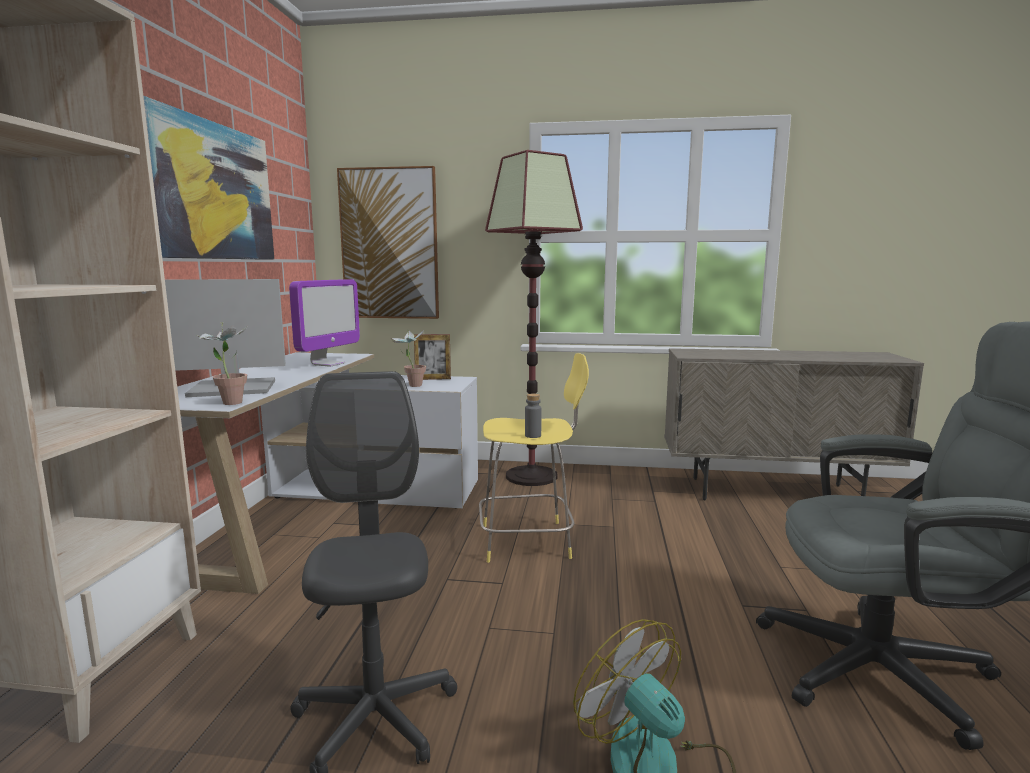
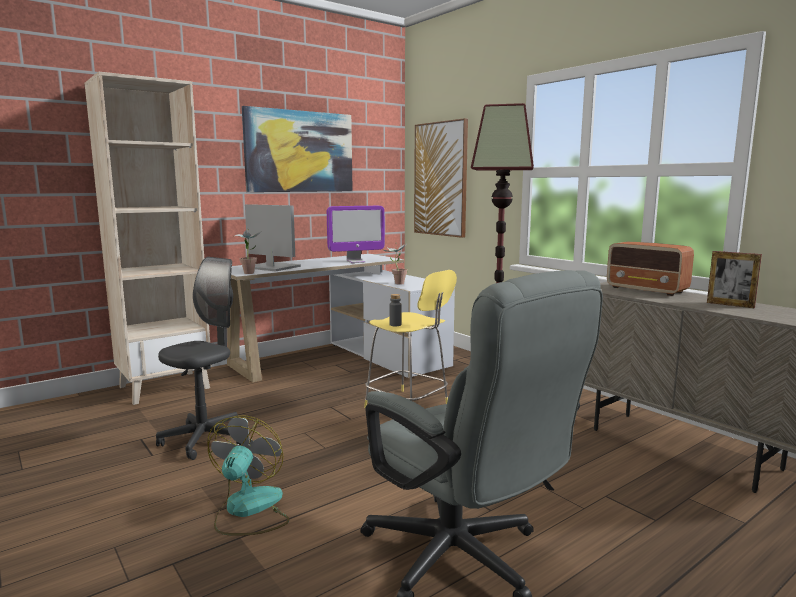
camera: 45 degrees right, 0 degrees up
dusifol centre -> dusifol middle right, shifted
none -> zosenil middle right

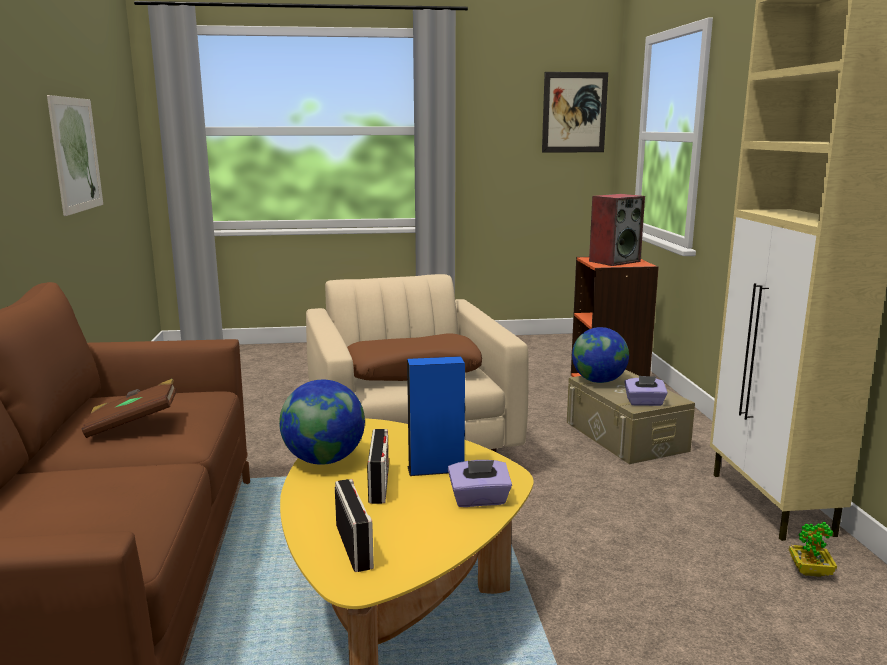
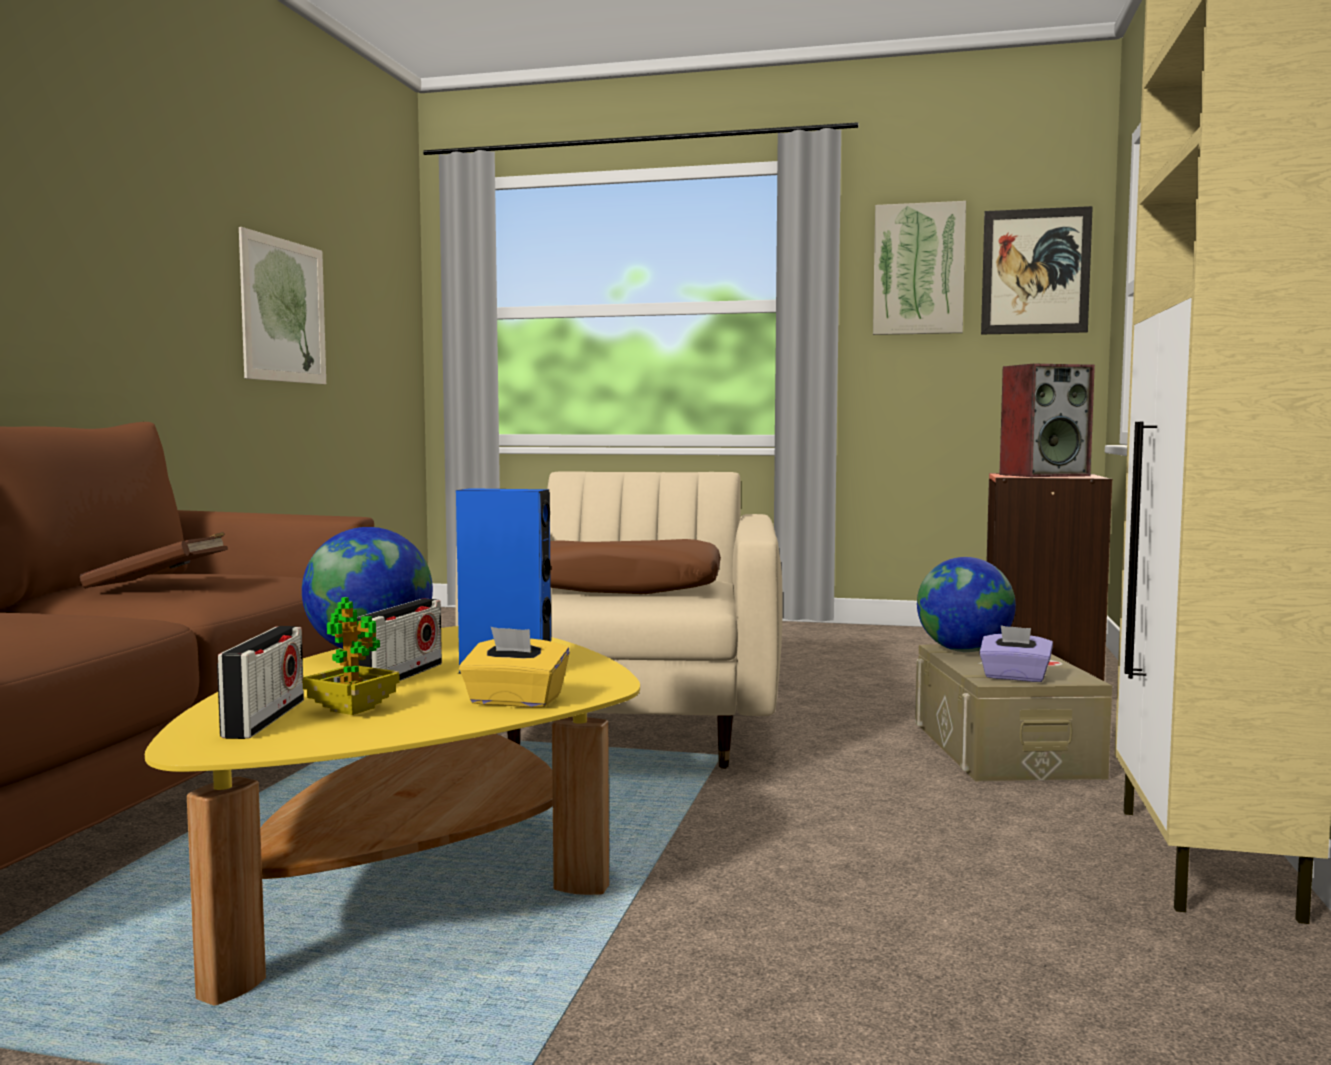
camera: 20 degrees right, 10 degrees down
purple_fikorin (no. 1 from left) bottom centre -> yellow_fikorin centre
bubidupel bottom right -> bubidupel middle left, shifted
none -> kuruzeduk (no. 2 from left) top right

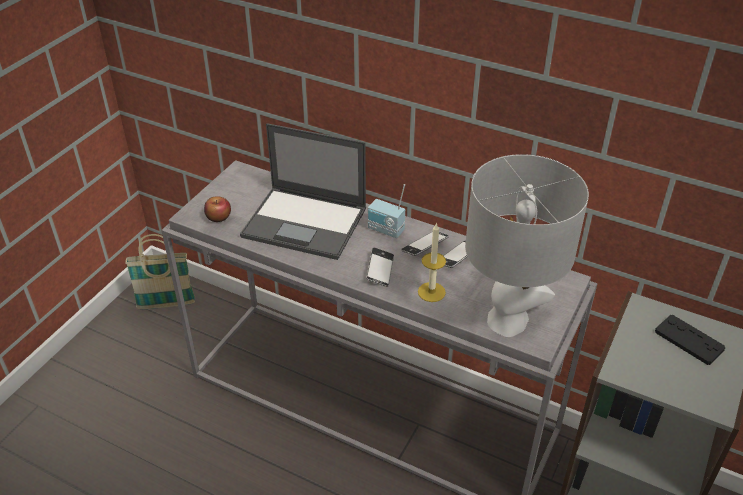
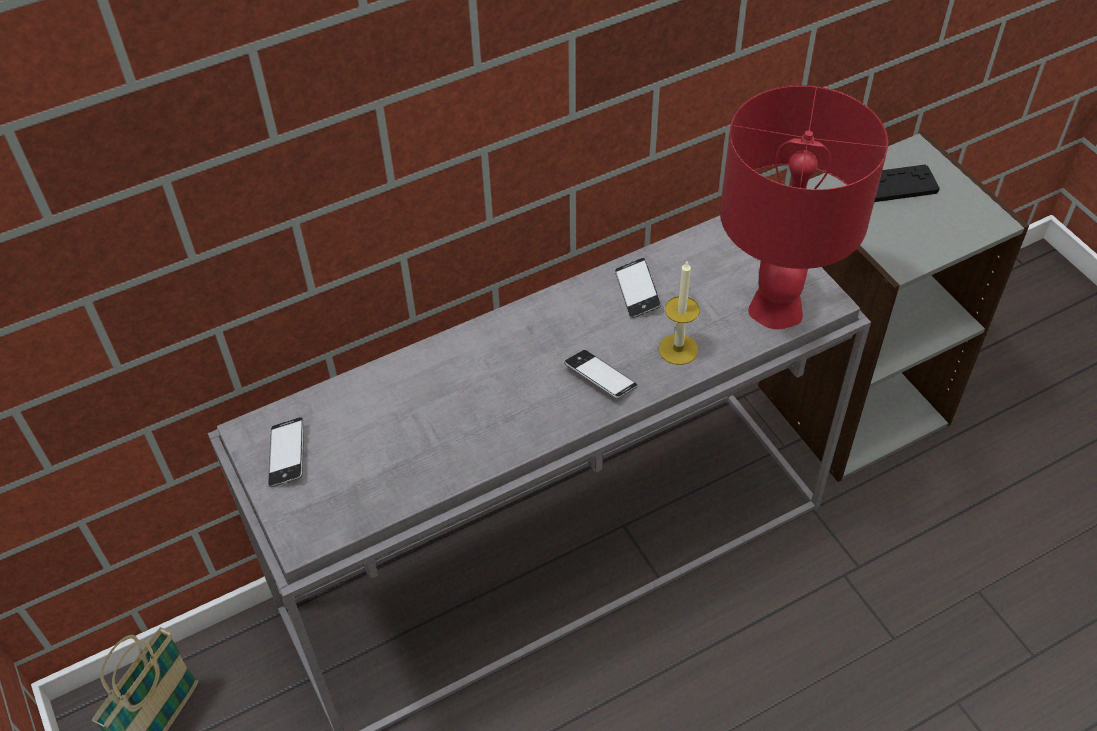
camera: 55 degrees left, 10 degrees up
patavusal centre -> none
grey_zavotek middle right -> red_zavotek top right
zosenil centre -> none
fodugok middle left -> none
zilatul (no. 2 from left in the first image) centre -> zilatul (no. 1 from left) middle left, shifted

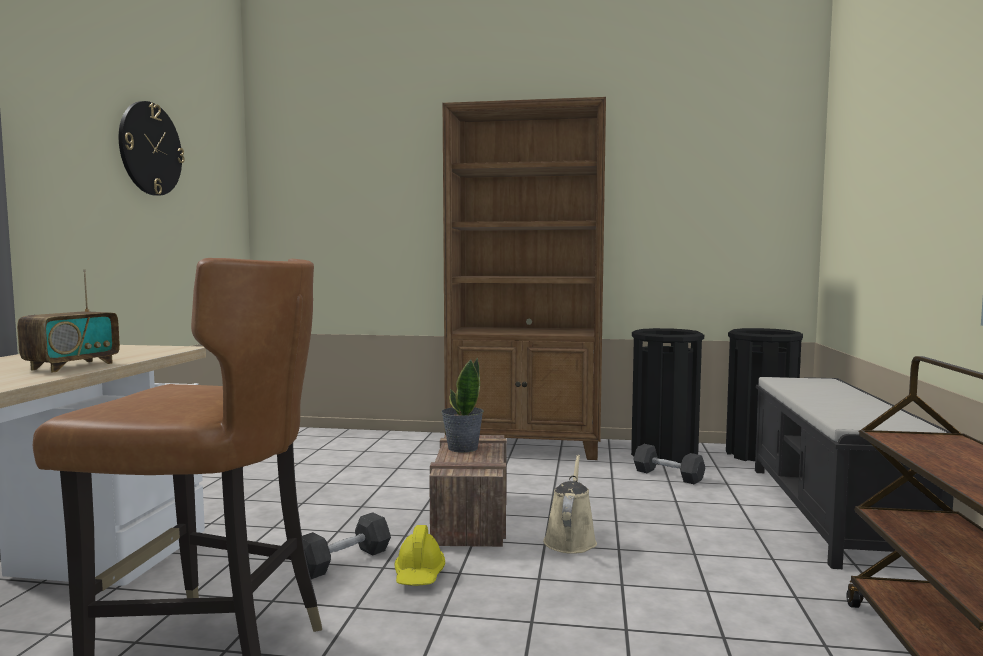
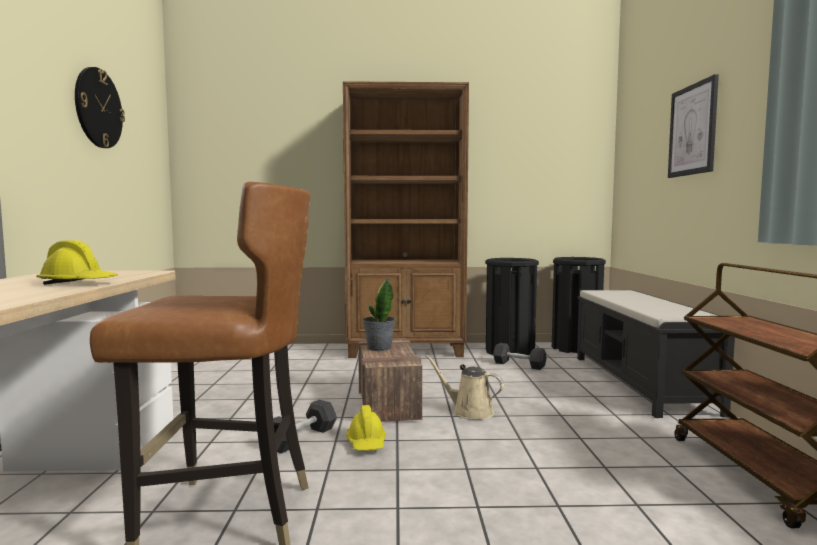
camera: 10 degrees left, 0 degrees up
zosenil middle left -> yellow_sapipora (no. 1 from left) middle left
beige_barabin bottom centre, 60 degrees counterclockwise
none -> kuruzeduk top right

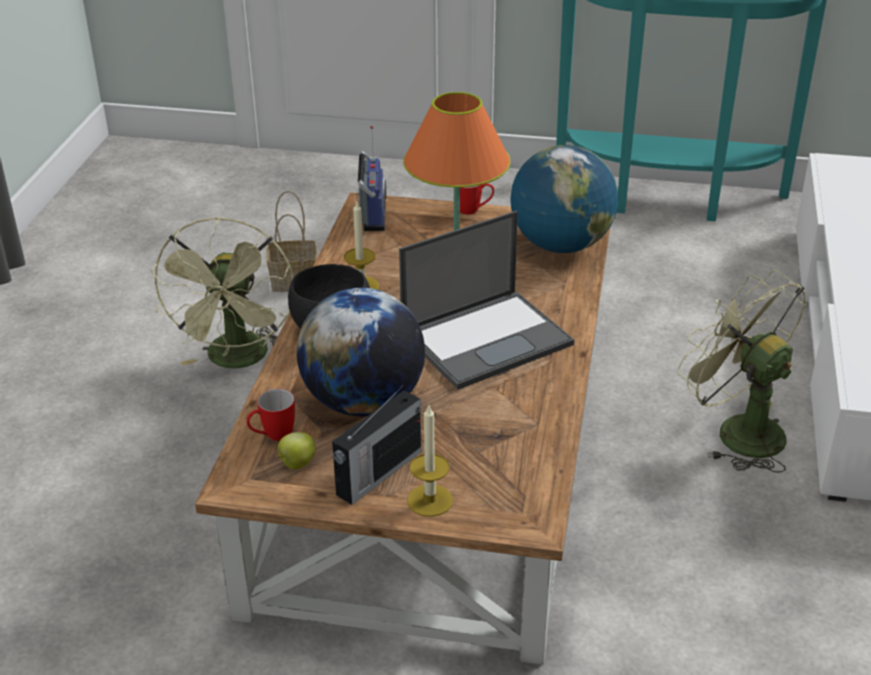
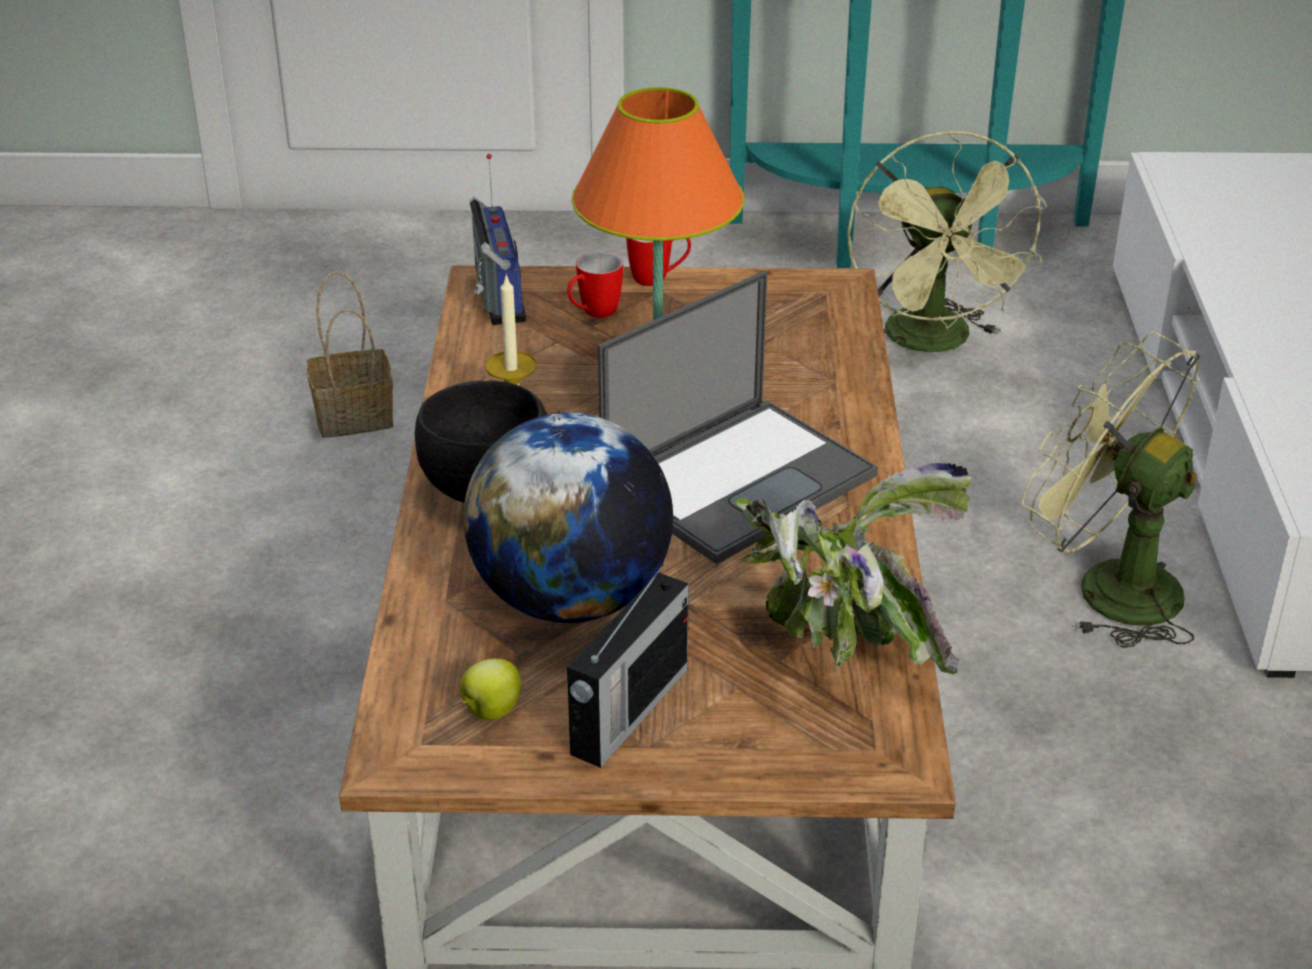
camera: 10 degrees left, 0 degrees up
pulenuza (no. 2 from left) top centre -> none
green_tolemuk (no. 1 from left) middle left -> green_tolemuk (no. 1 from left) top right, shifted
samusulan (no. 1 from left) middle left -> samusulan (no. 1 from left) top centre, shifted
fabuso (no. 2 from left) bottom centre -> none
none -> bubidupel centre

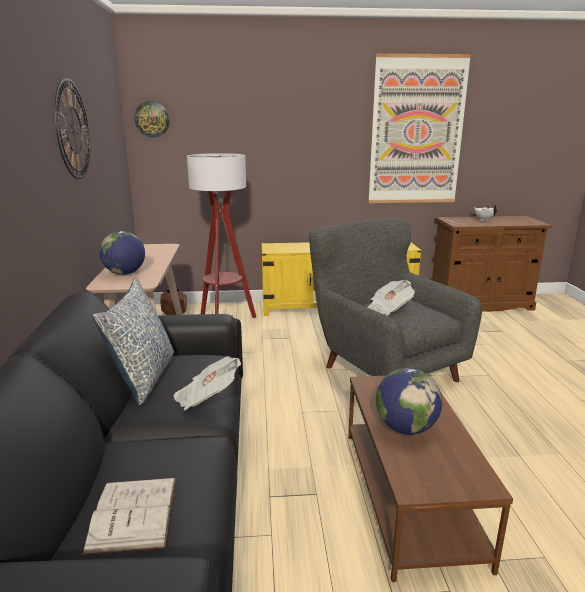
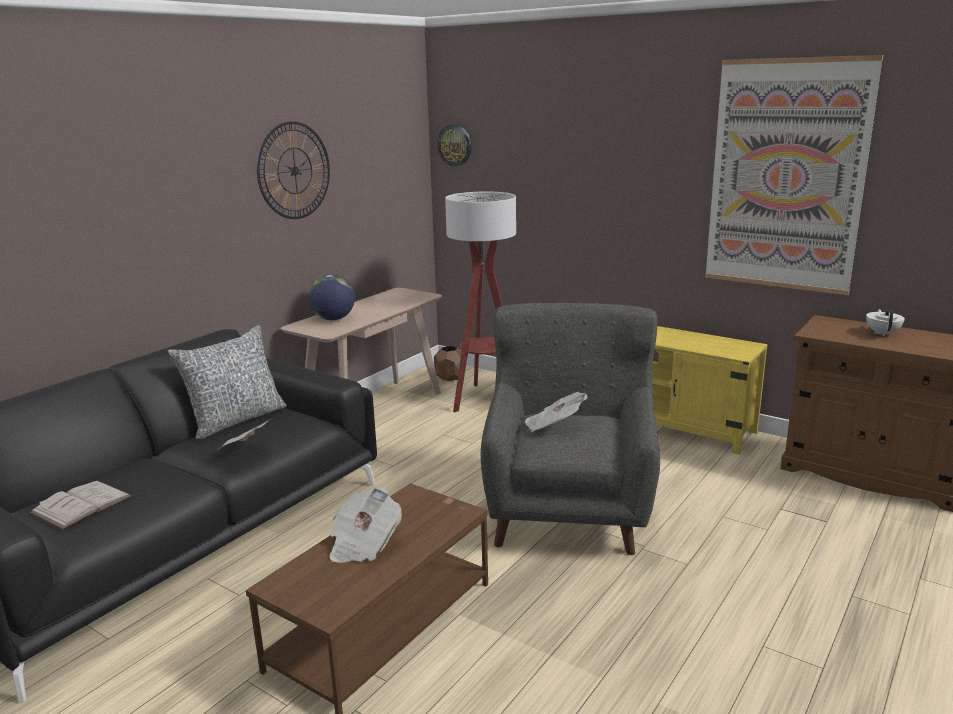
camera: 40 degrees right, 0 degrees up
pulenuza (no. 2 from left) bottom right -> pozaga (no. 2 from left) bottom centre

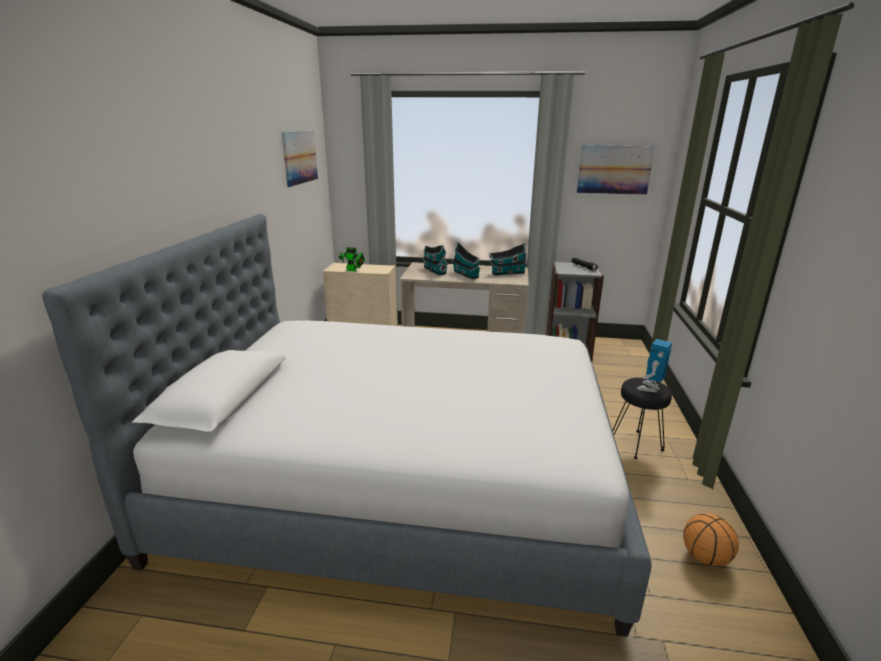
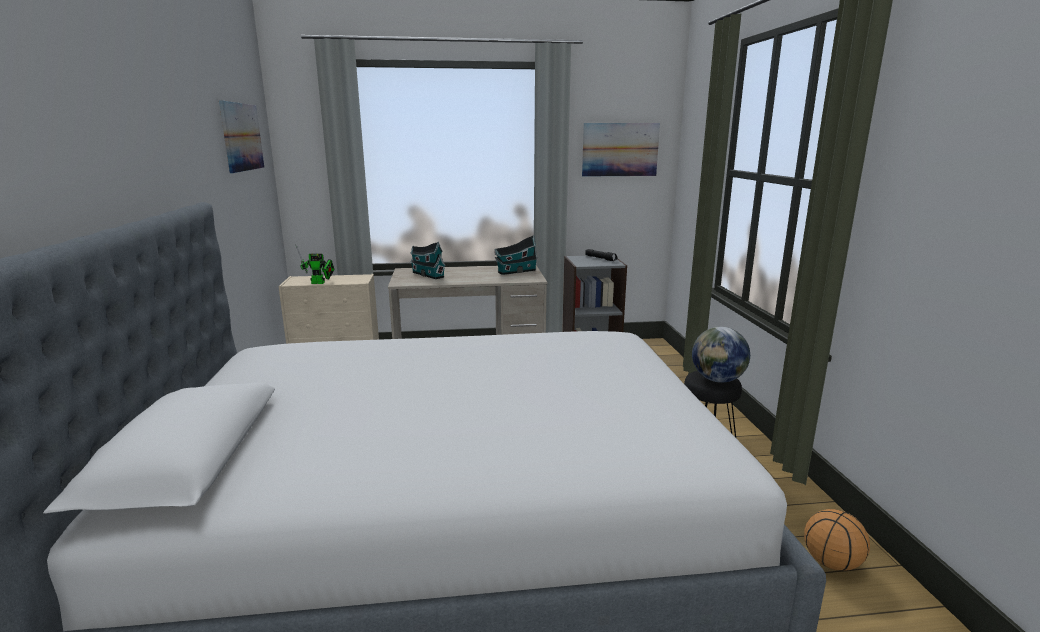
camera: 15 degrees left, 5 degrees down
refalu (no. 2 from left) centre -> none
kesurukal (no. 2 from left) middle right -> pulenuza middle right

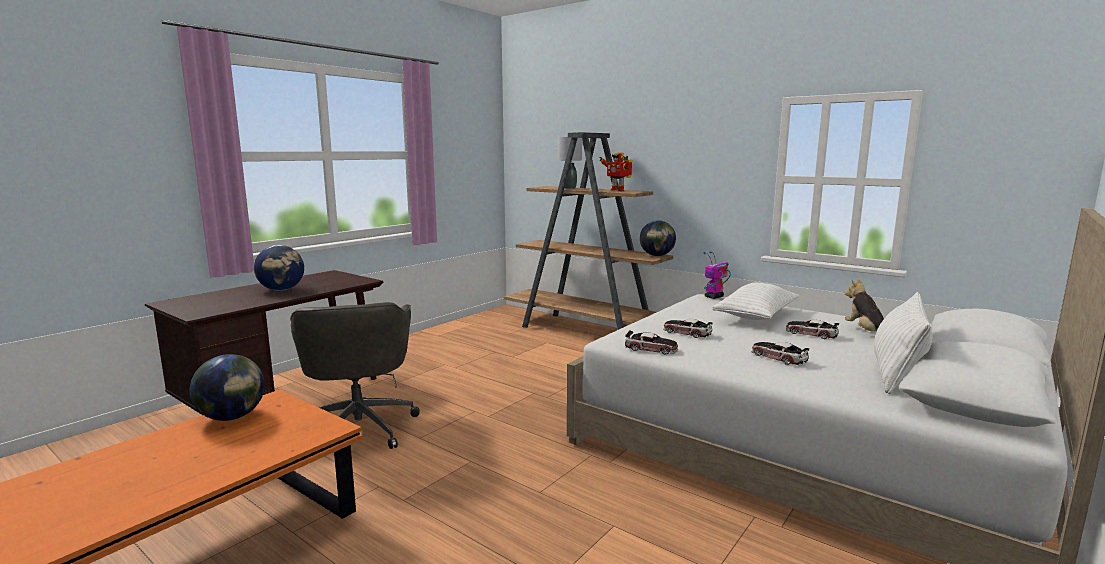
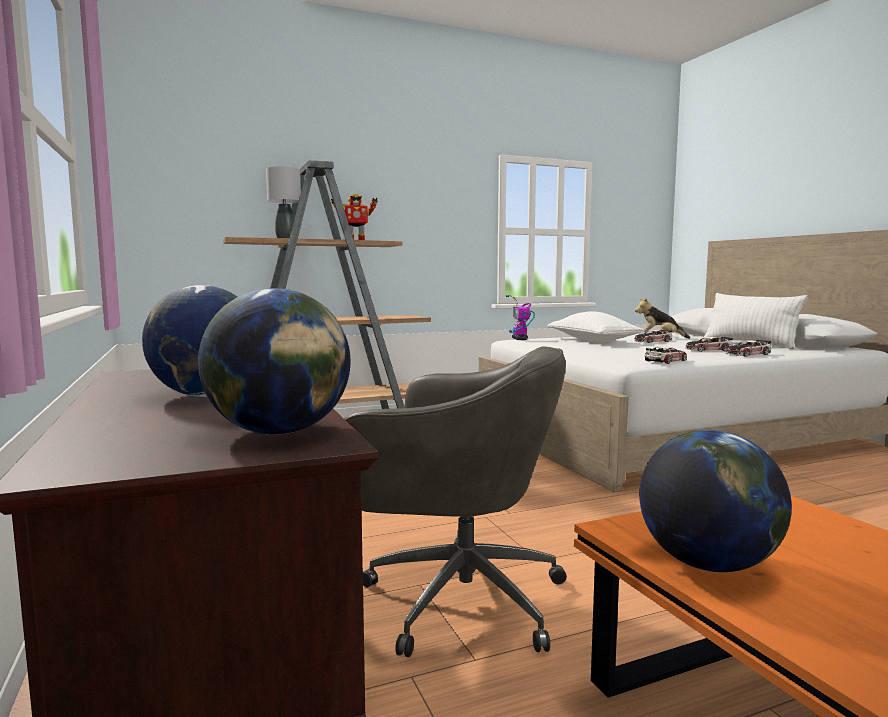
camera: 60 degrees left, 5 degrees down
pulenuza (no. 3 from left in the first image) centre -> pulenuza (no. 2 from left) middle left, shifted
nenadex (no. 2 from left in the first image) centre -> nenadex (no. 4 from left) middle right, shifted

